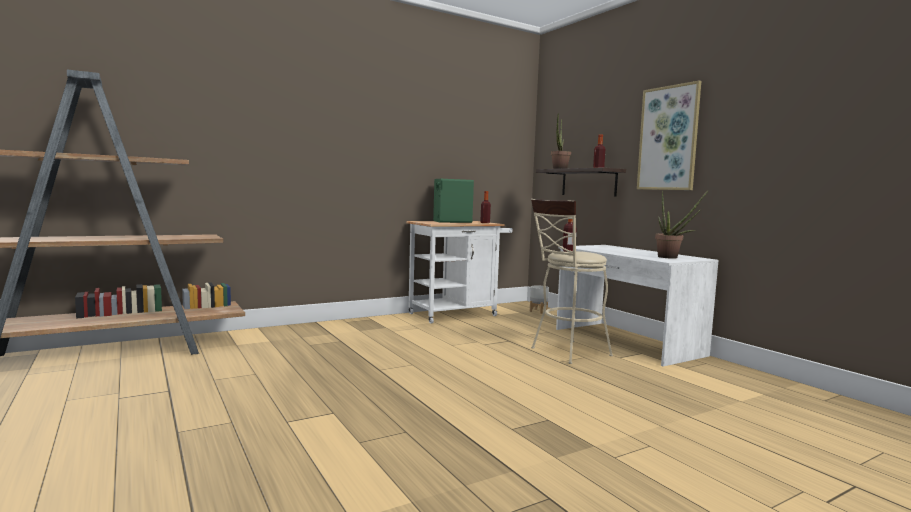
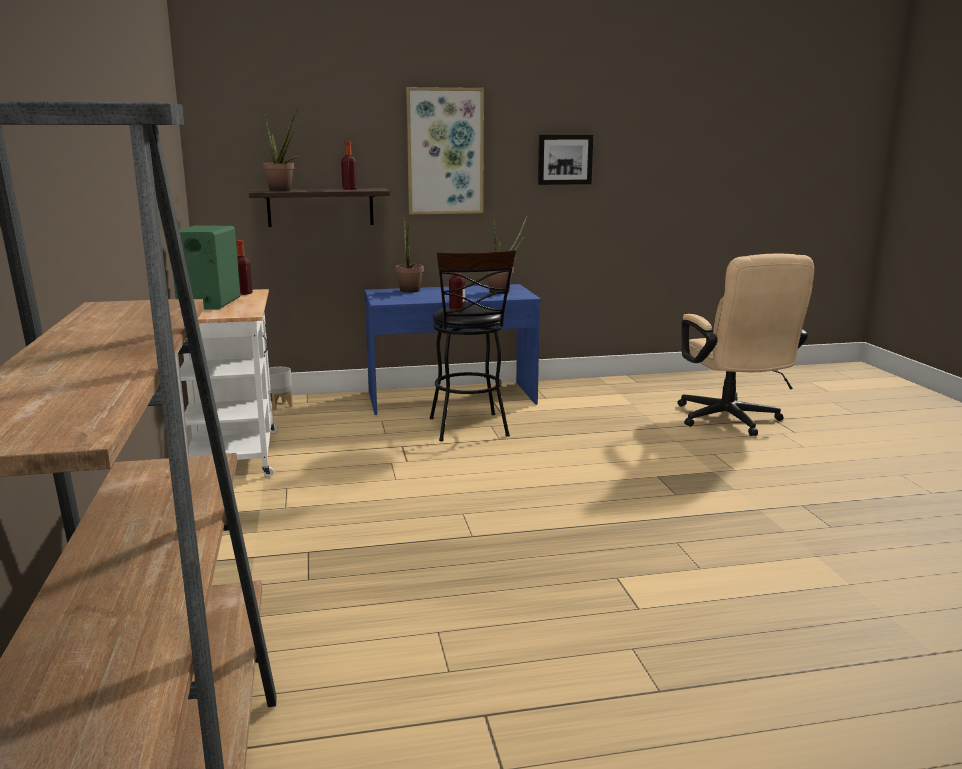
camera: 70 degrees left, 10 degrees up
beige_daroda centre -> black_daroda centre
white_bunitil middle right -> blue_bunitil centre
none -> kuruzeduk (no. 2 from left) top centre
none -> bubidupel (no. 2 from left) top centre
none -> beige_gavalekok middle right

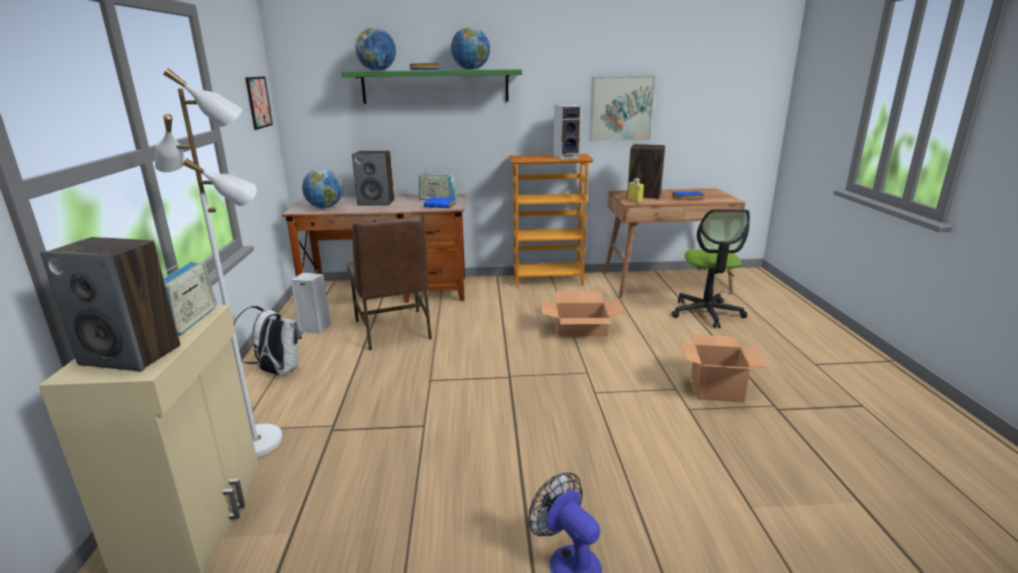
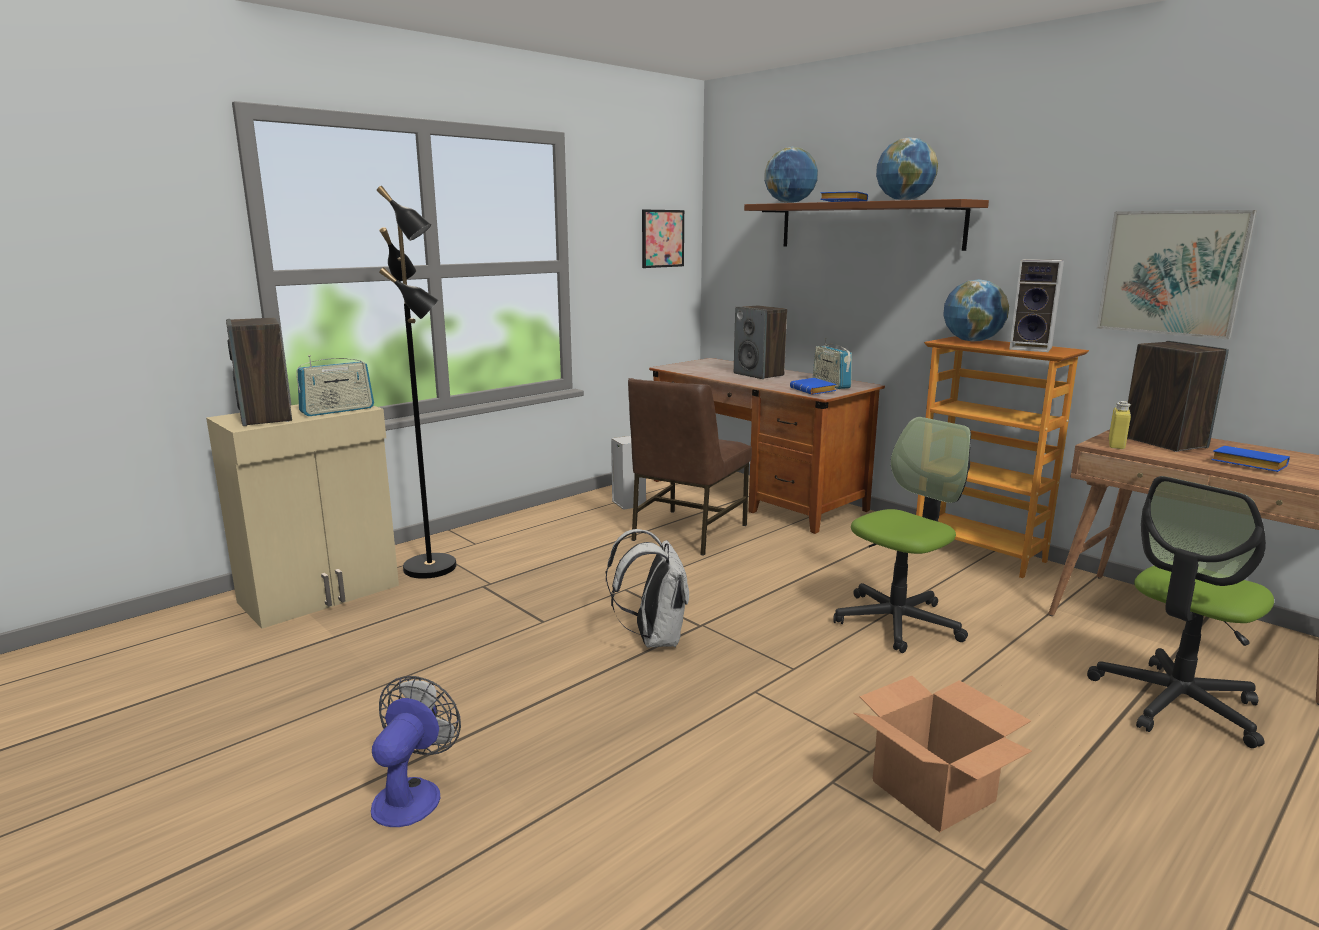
camera: 50 degrees right, 5 degrees down
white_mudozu middle left -> black_mudozu middle left
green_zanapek top centre -> brown_zanapek top centre
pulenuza (no. 1 from left in the first image) top left -> pulenuza (no. 3 from left) middle right, shifted
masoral (no. 1 from left) centre -> gavalekok (no. 1 from left) middle right
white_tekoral middle left -> white_tekoral centre, shifted

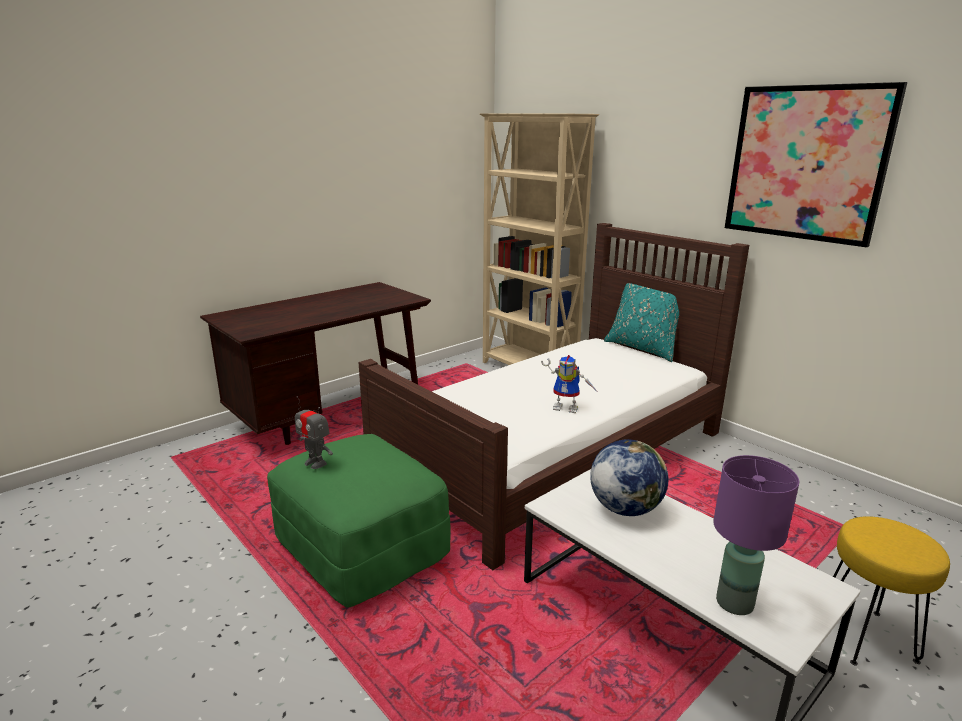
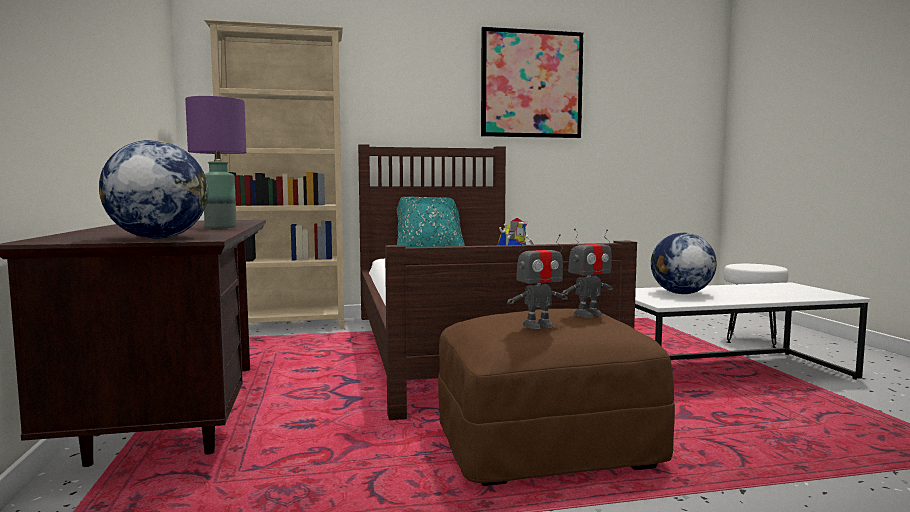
camera: 60 degrees left, 15 degrees down
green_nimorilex bottom centre -> brown_nimorilex bottom centre
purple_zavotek bottom right -> purple_zavotek top left, shifted
yellow_daroda bottom right -> white_daroda middle right
none -> pulenuza (no. 1 from left) middle left
none -> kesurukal (no. 3 from left) centre

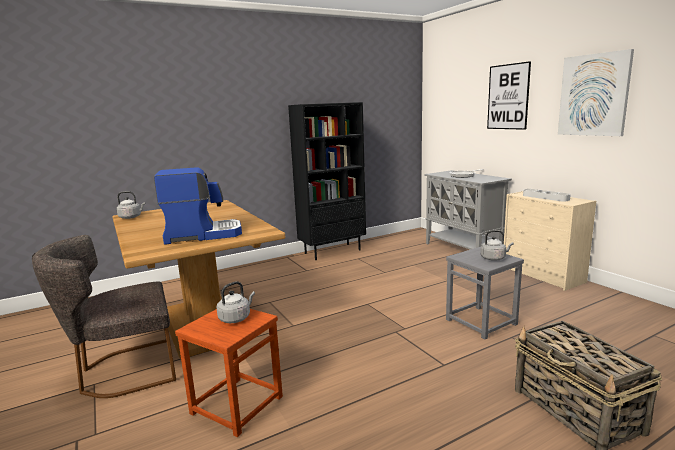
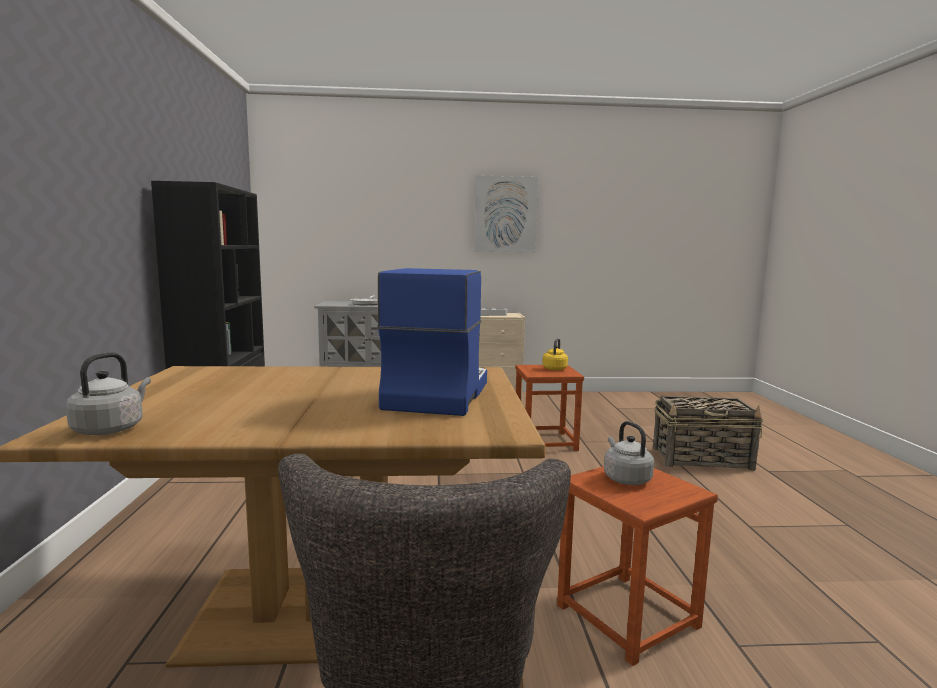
camera: 65 degrees left, 5 degrees down
kuruzeduk (no. 1 from left) top right -> none
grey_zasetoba (no. 3 from left) middle right -> yellow_zasetoba centre
grey_daroda middle right -> brown_daroda (no. 1 from left) centre

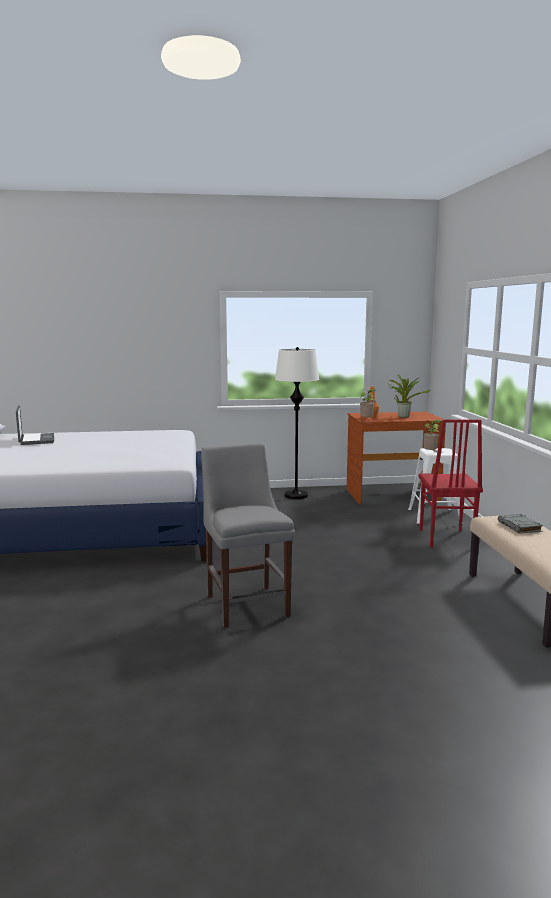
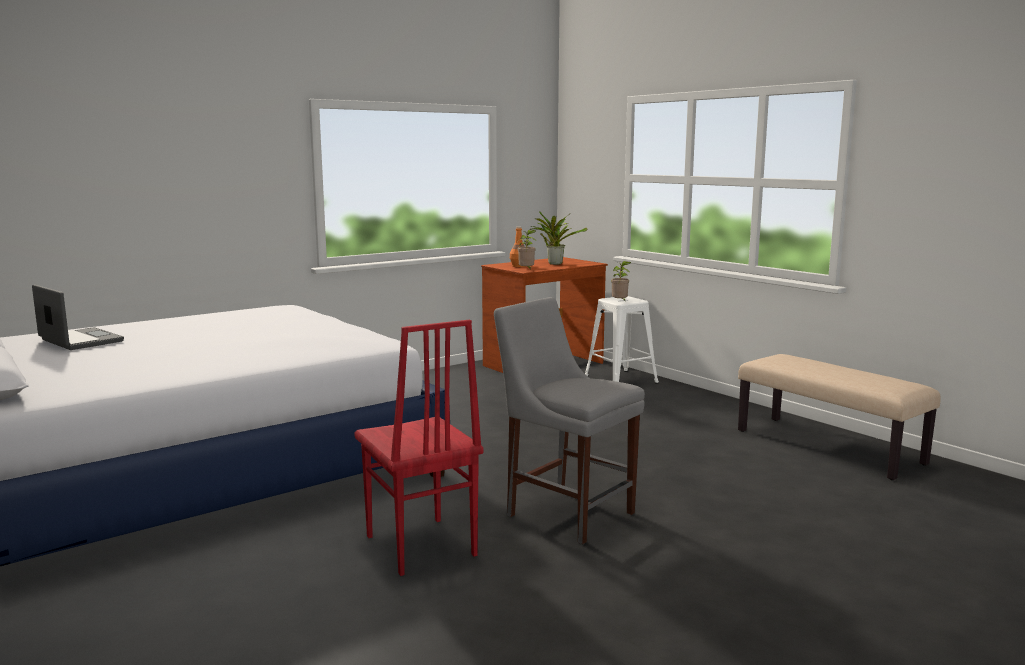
camera: 30 degrees left, 0 degrees up
white_mudozu centre -> none
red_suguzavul middle right -> red_suguzavul bottom centre, shifted
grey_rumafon middle right -> none

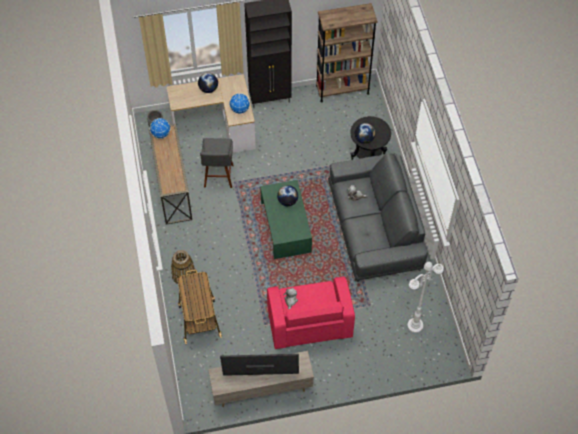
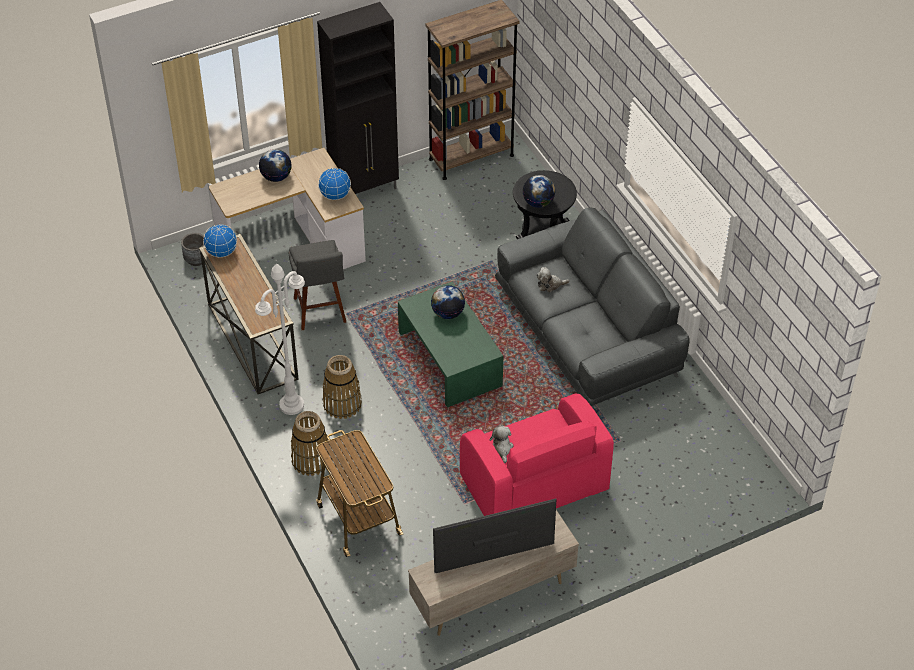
camera: 15 degrees left, 10 degrees down
white_mudozu bottom right -> white_mudozu middle left, shifted
none -> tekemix (no. 2 from left) centre

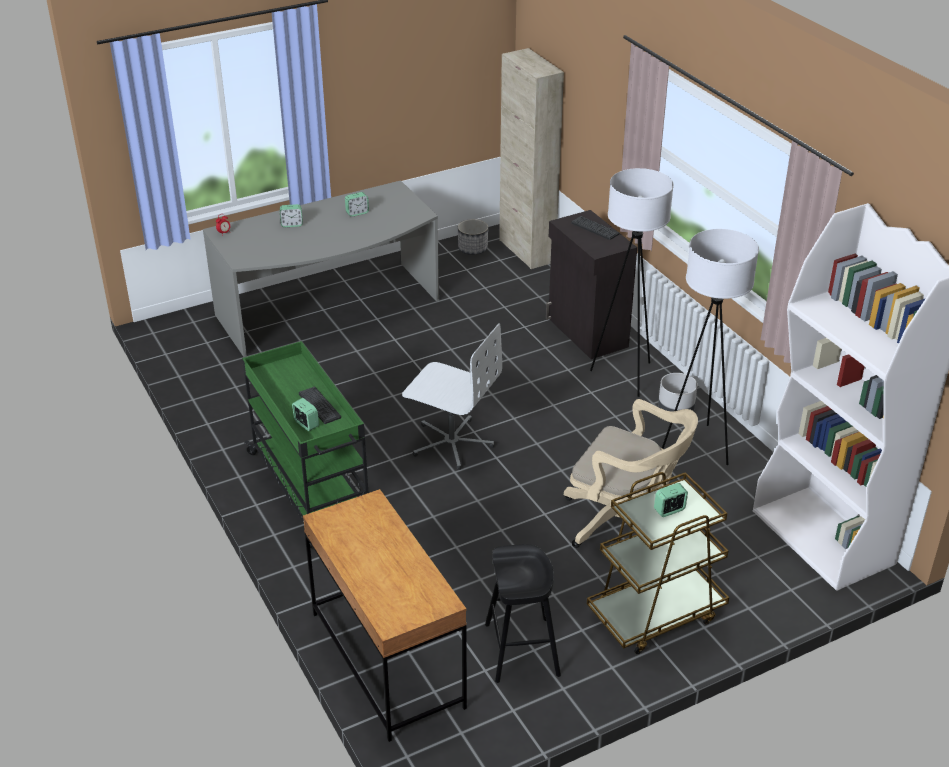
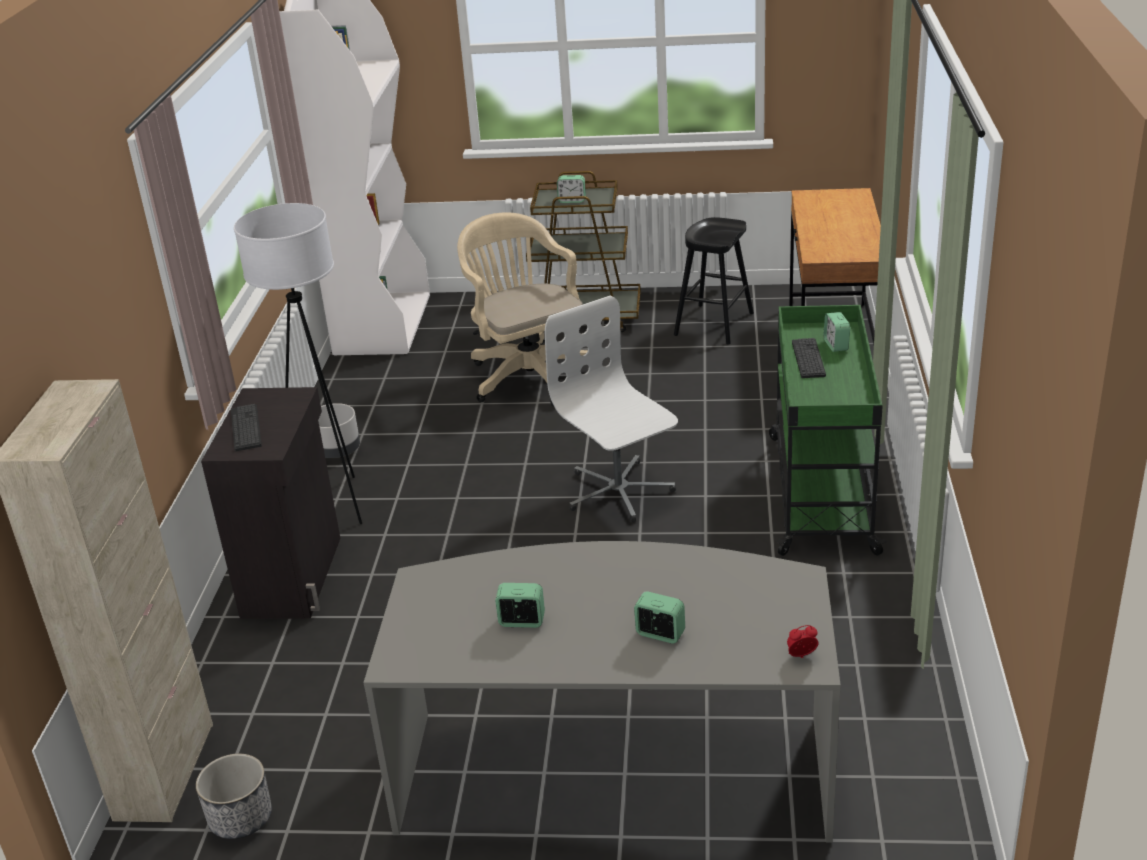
camera: 145 degrees left, 5 degrees down
white_mudozu (no. 2 from left) middle right -> none

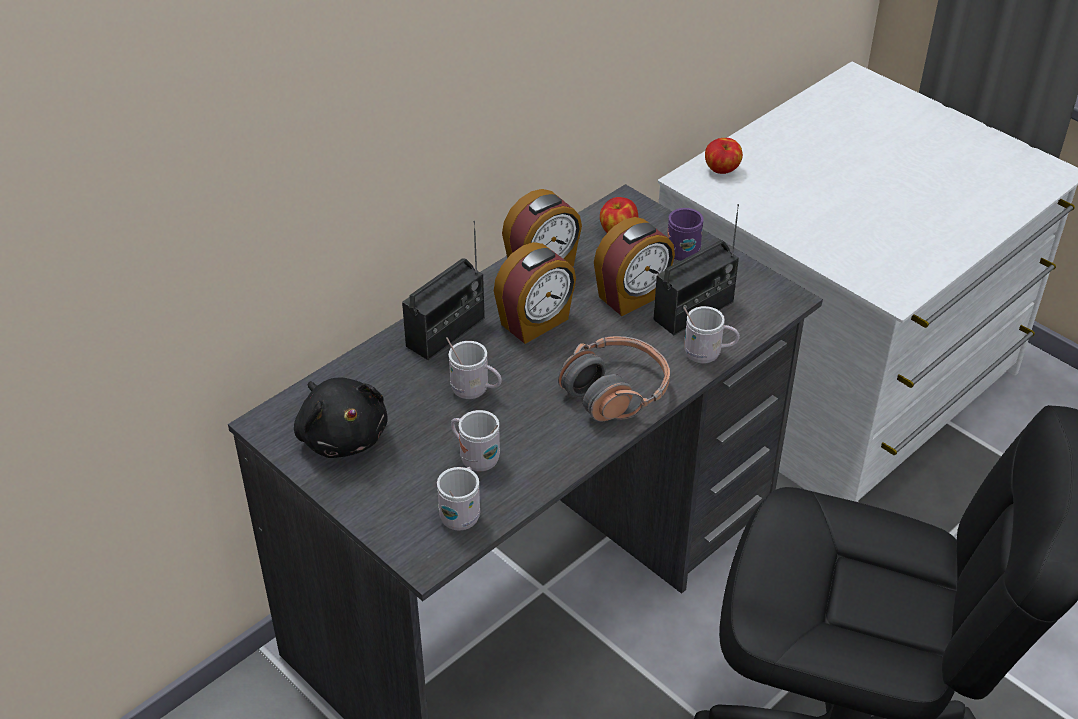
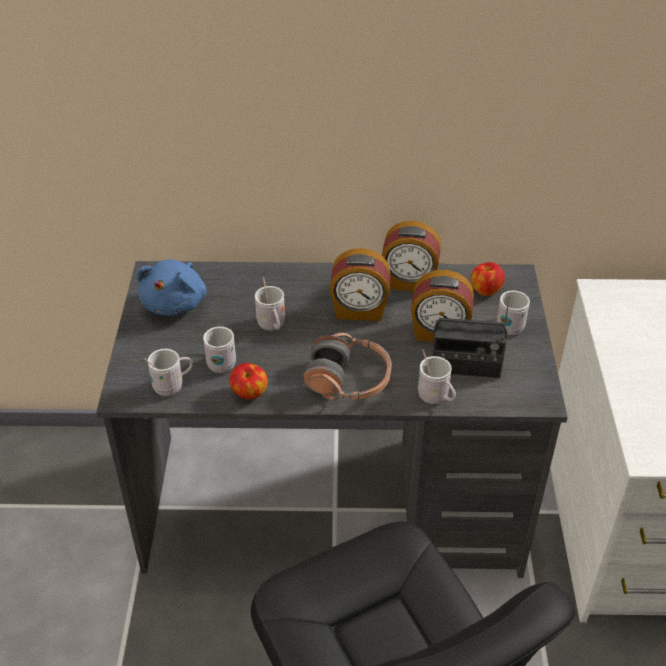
camera: 45 degrees right, 0 degrees up
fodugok (no. 2 from left in the first image) top right -> fodugok (no. 1 from left) centre, shifted
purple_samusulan top centre -> white_samusulan (no. 5 from left) middle right
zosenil (no. 1 from left) centre -> none
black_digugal middle left -> blue_digugal middle left

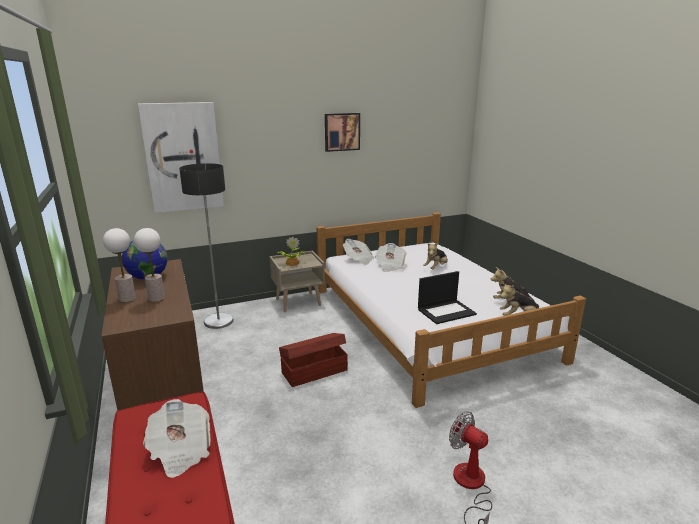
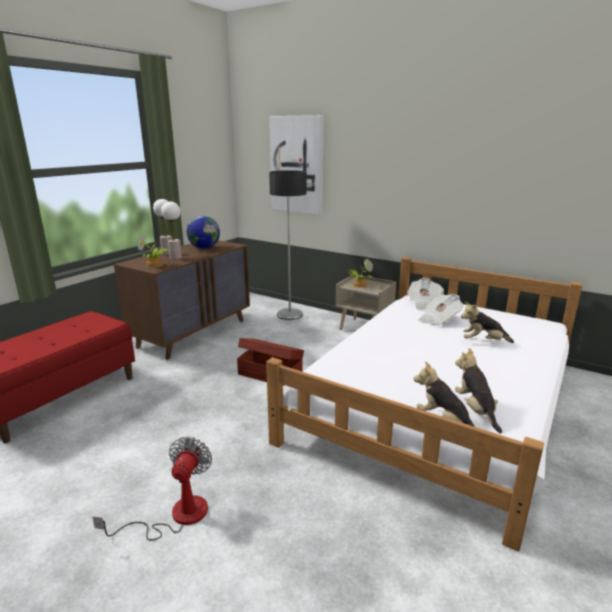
camera: 55 degrees right, 0 degrees up
kuruzeduk (no. 2 from left) top centre -> none
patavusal centre -> none
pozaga (no. 1 from left) bottom left -> none
none -> bubidupel (no. 1 from left) middle left

